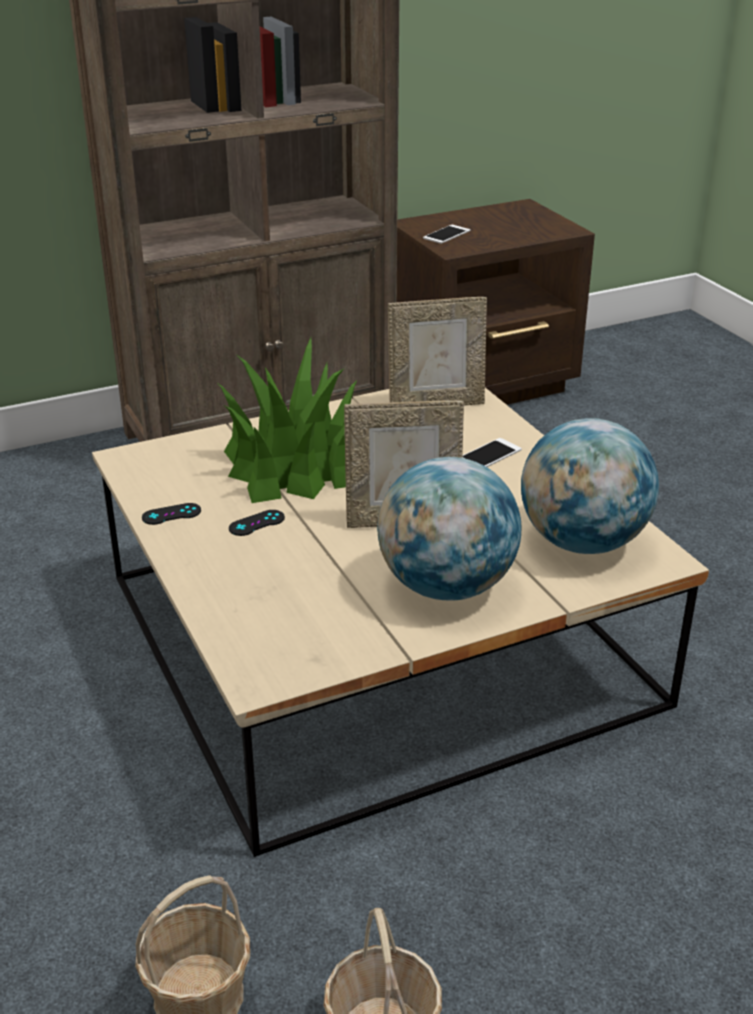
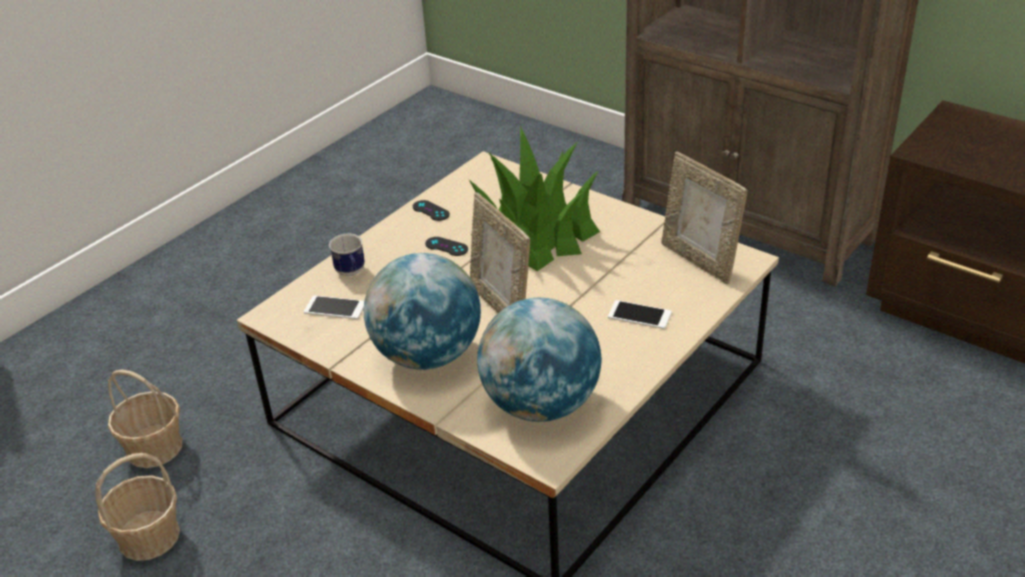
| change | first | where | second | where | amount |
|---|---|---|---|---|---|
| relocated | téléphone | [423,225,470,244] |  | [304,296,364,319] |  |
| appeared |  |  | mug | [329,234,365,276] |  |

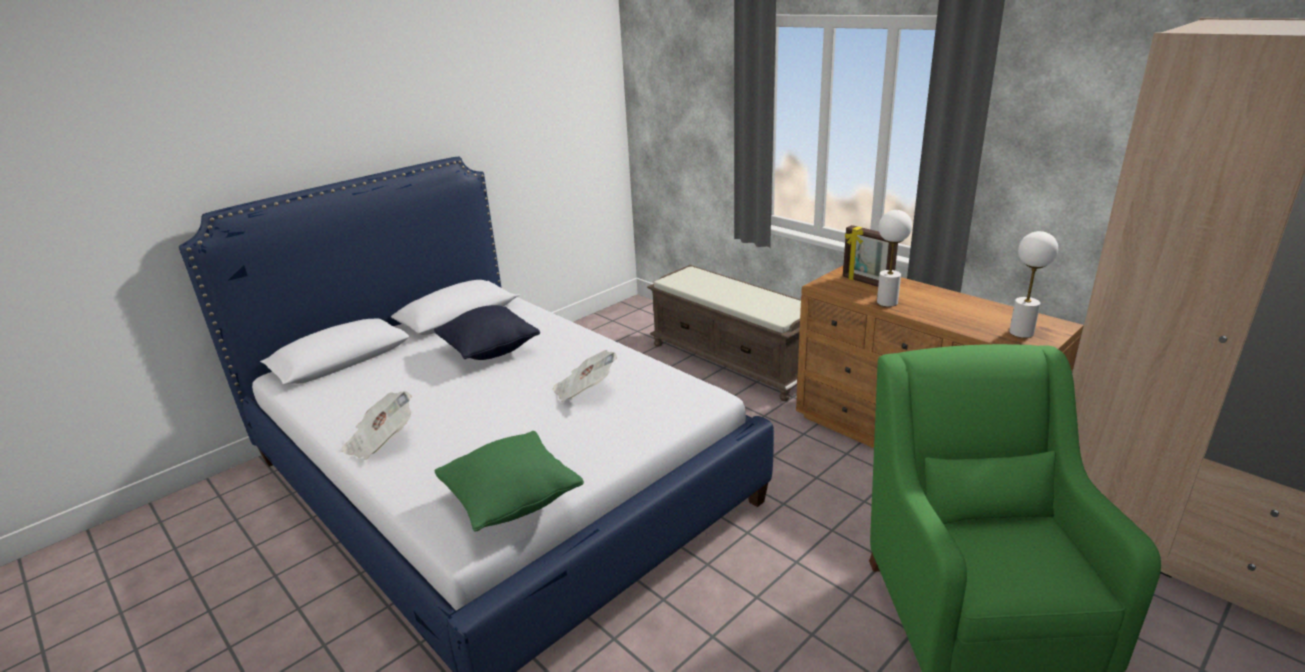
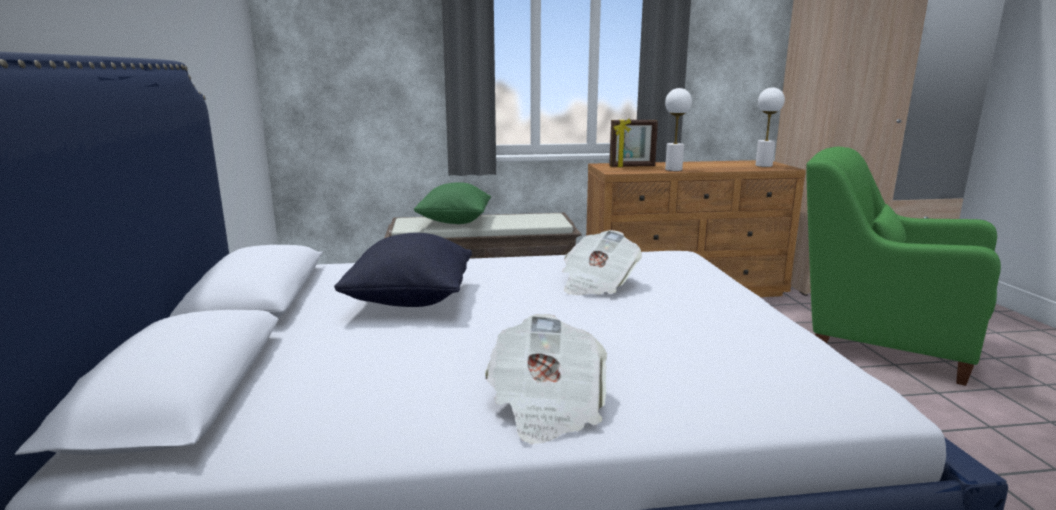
| change | first | where | second | where | amount |
|---|---|---|---|---|---|
| relocated | coussin/vert | [435,431,584,532] |  | [414,182,491,224] |  |

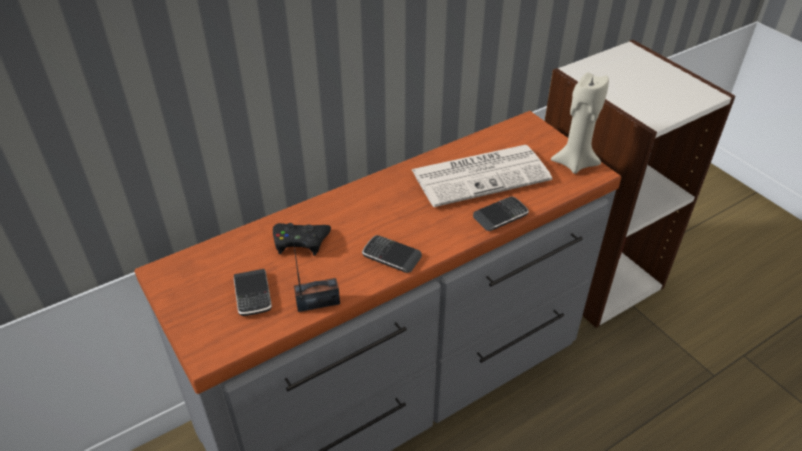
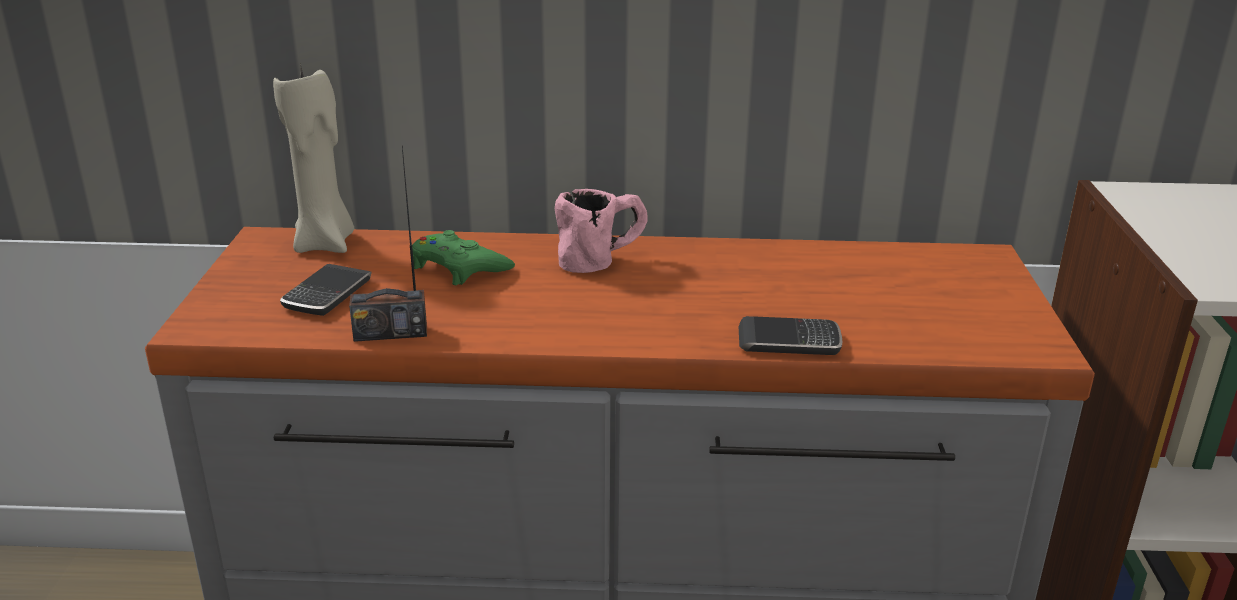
| change | first | where | second | where | amount |
|---|---|---|---|---|---|
| relocated | bougie/beige | [551,73,609,174] |  | [273,63,354,253] |  |
| missing | journal | [412,145,552,207] |  |  |  |
| colour | manette/noir | [273,223,331,256] | manette/vert | [412,230,515,285] |  |
| spun | radio | [291,227,340,312] |  | [349,145,427,342] | 150 degrees clockwise |
| missing | téléphone | [362,235,422,273] |  |  |  |
| appeared |  |  | mug/rose | [555,189,648,273] |  |

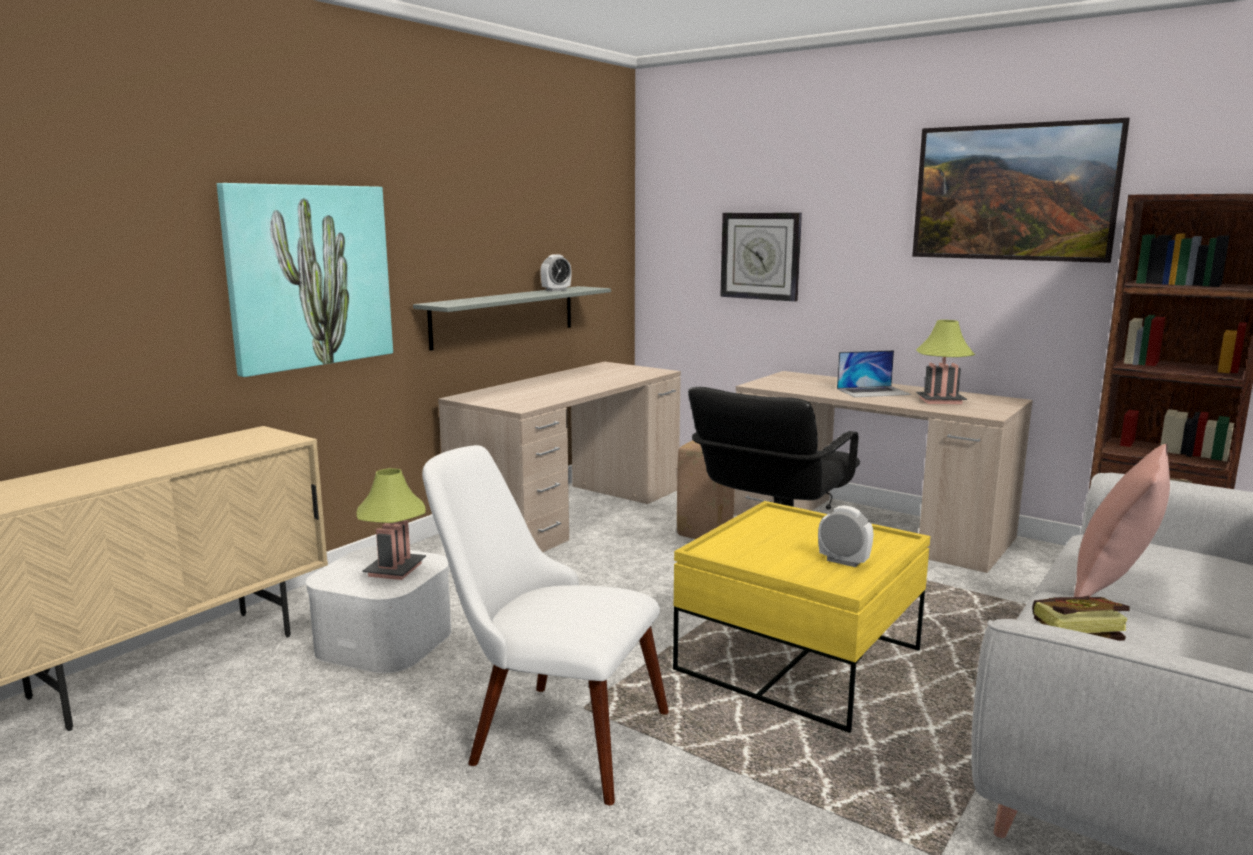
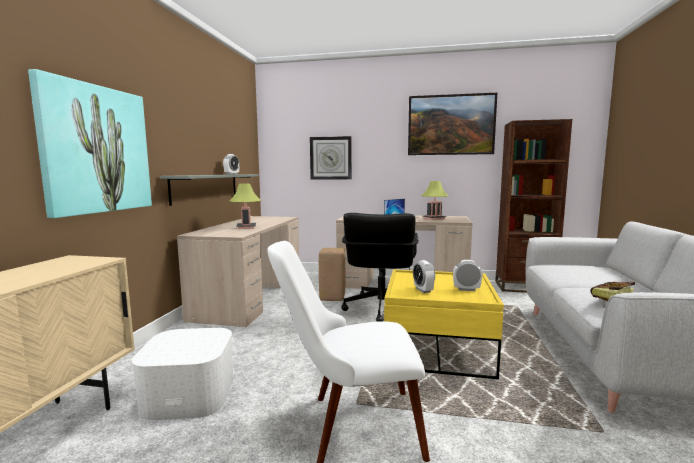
| change | first | where | second | where | amount |
|---|---|---|---|---|---|
| missing | coussin/rose | [1074,444,1170,597] |  |  |  |
| relocated | lampe de table | [357,468,426,580] |  | [230,184,261,229] |  |
| appeared |  |  | réveil | [413,260,435,293] |  |

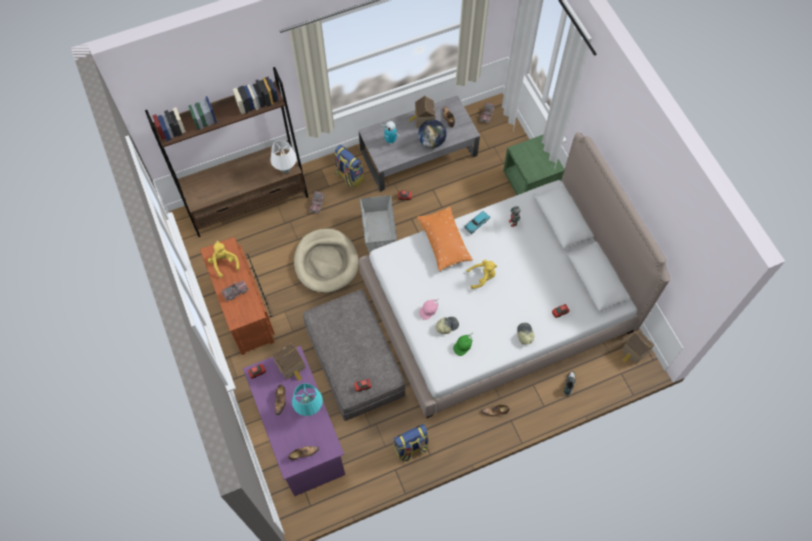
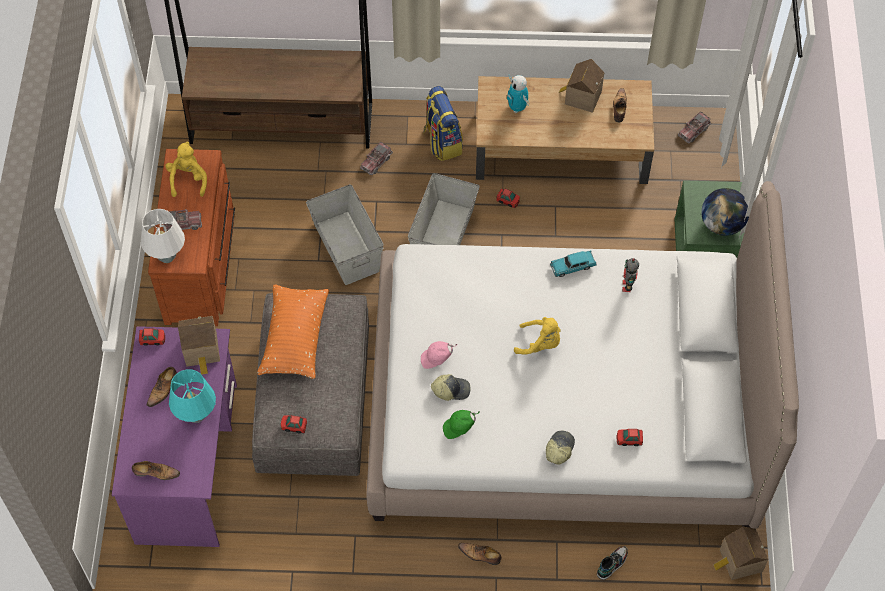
| change | first | where | second | where | amount |
|---|---|---|---|---|---|
| colour | table basse/gris | [358,95,480,192] | table basse/marron | [476,76,654,184] |  |
| relocated | globe | [418,120,446,148] |  | [701,188,749,236] |  |
| relocated | lampe de table/blanc | [270,140,297,173] |  | [141,209,185,263] |  |
| relocated | coussin/orange | [417,207,473,272] |  | [257,284,329,379] |  |
| exchanged | panier pour chien/beige | [294,229,359,293] | boîte de rangement/gris | [306,184,384,285] |  |
| missing | sac à dos | [393,424,429,462] |  |  |  |

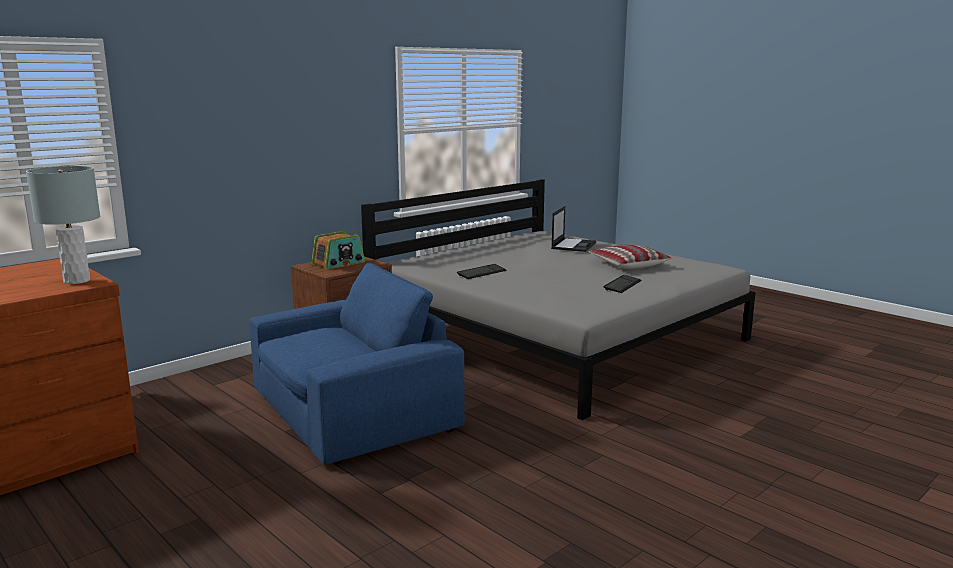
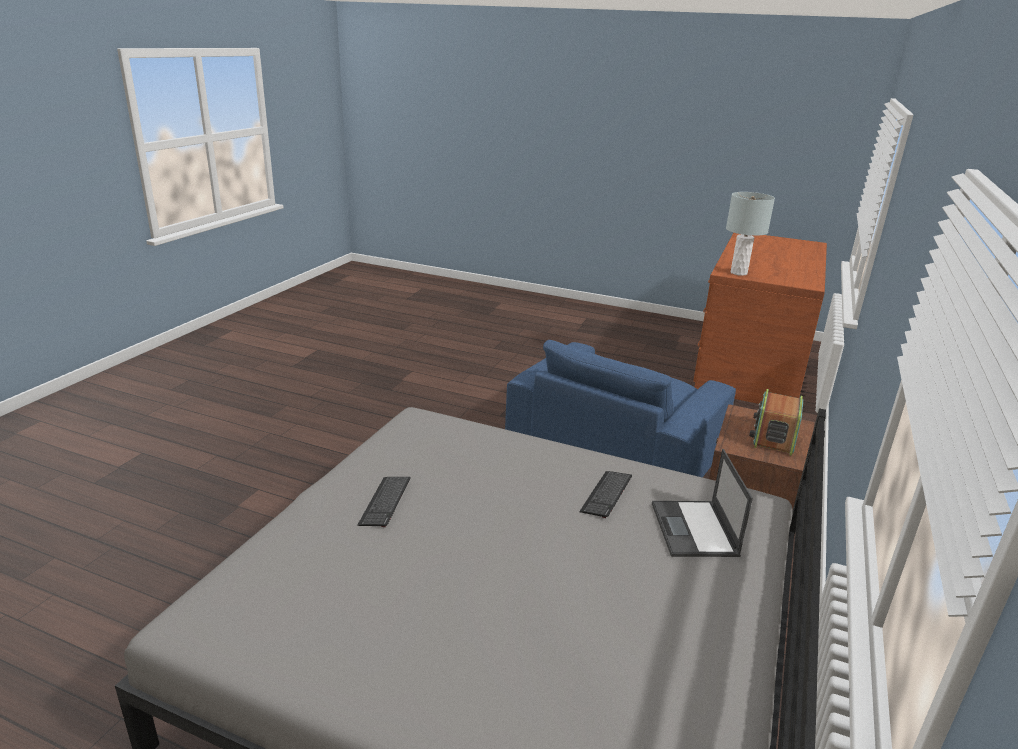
| change | first | where | second | where | amount |
|---|---|---|---|---|---|
| relocated | ordinateur portable | [551,206,596,252] |  | [652,449,753,557] |  |
| missing | coussin | [588,245,671,269] |  |  |  |

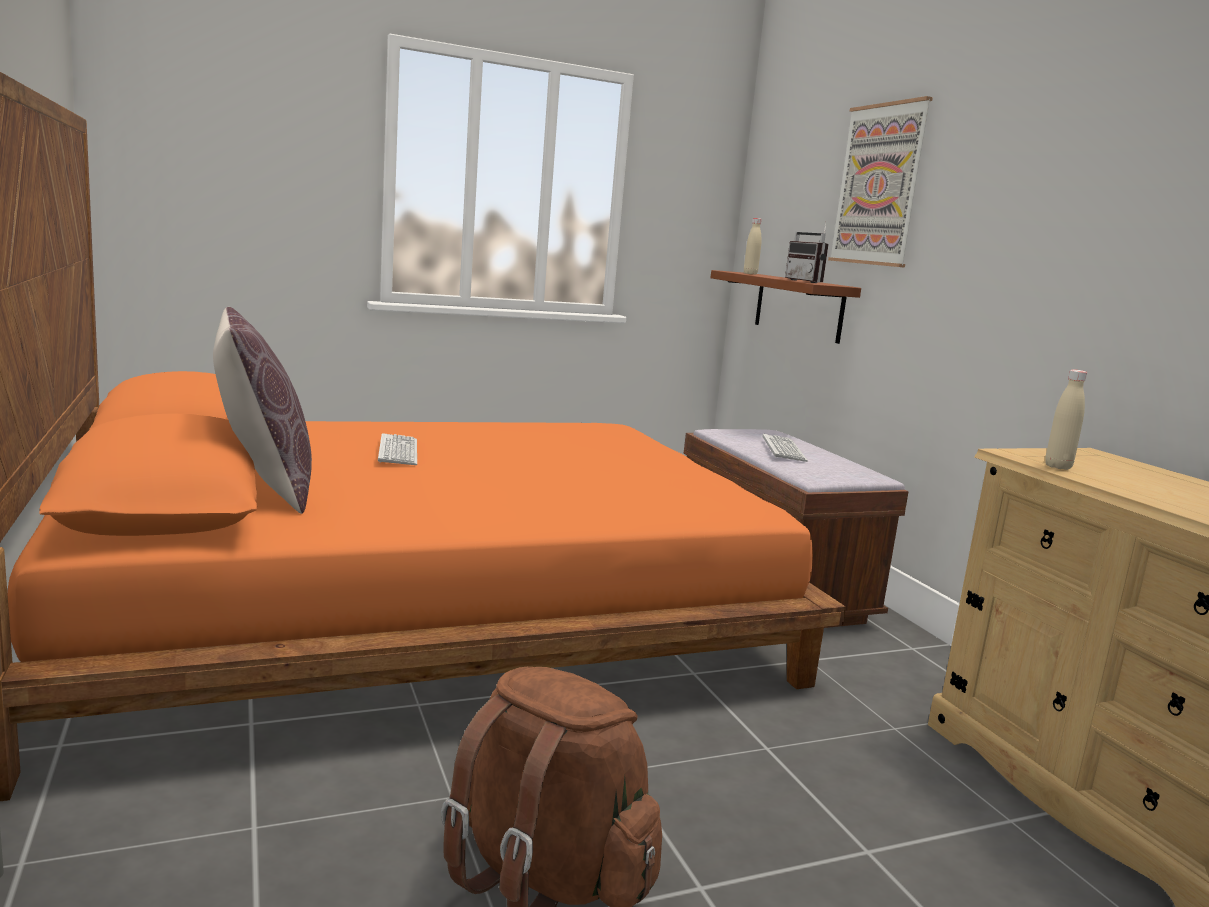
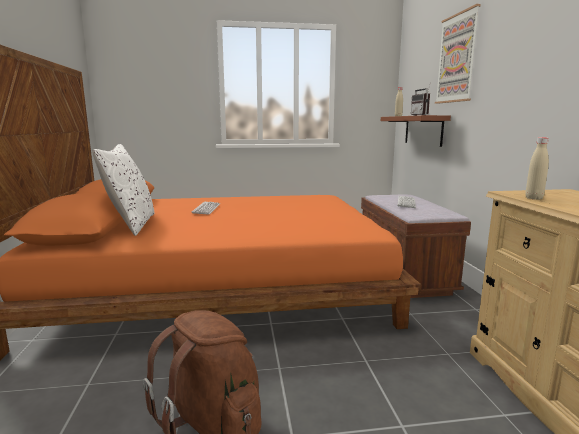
| change | first | where | second | where | amount |
|---|---|---|---|---|---|
| colour | coussin/marron | [213,307,312,514] | coussin/blanc | [92,144,154,236] |  |

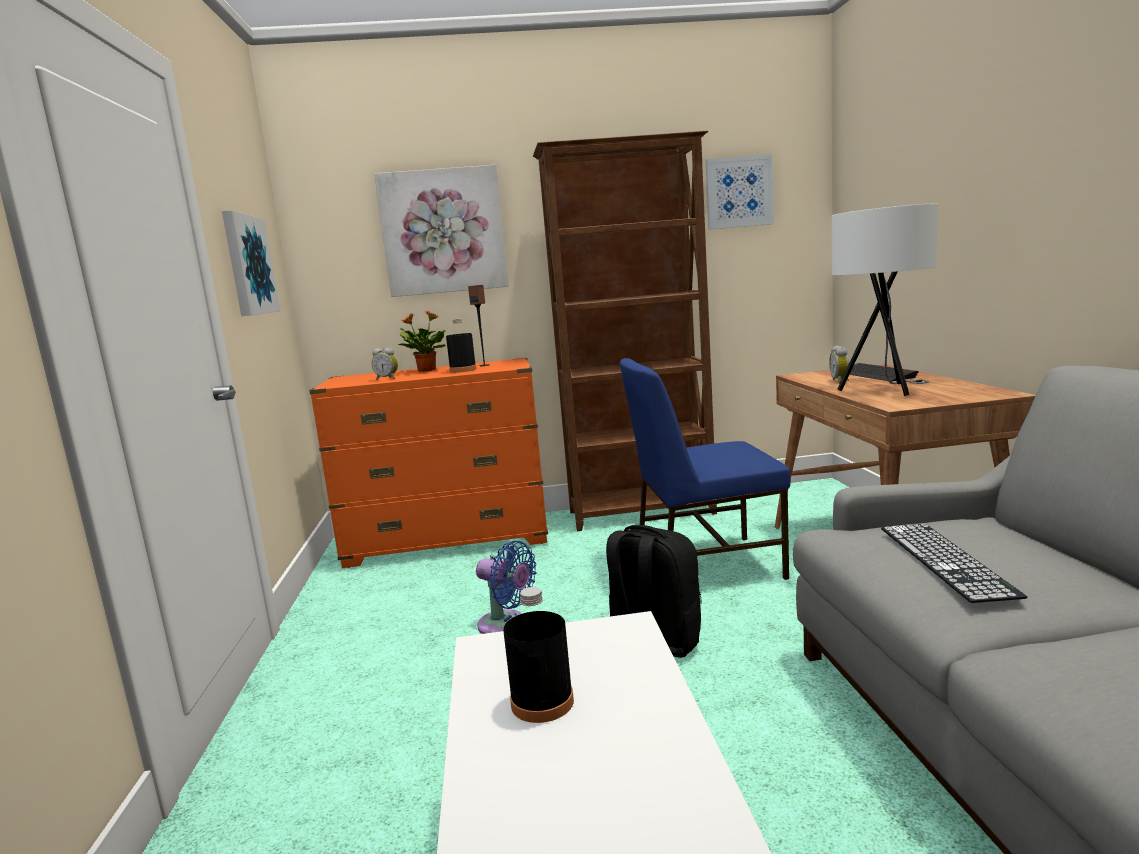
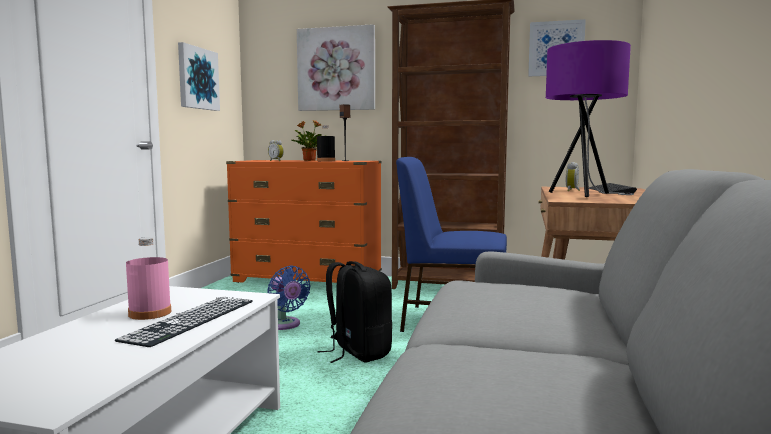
| change | first | where | second | where | amount |
|---|---|---|---|---|---|
| colour | lampe de table/blanc | [832,204,938,396] | lampe de table/violet | [546,40,634,197] |  |
| relocated | clavier | [881,524,1027,603] |  | [115,297,253,347] |  |
| colour | bouteille/noir | [503,587,574,723] | bouteille/rose | [126,237,171,320] |  |

